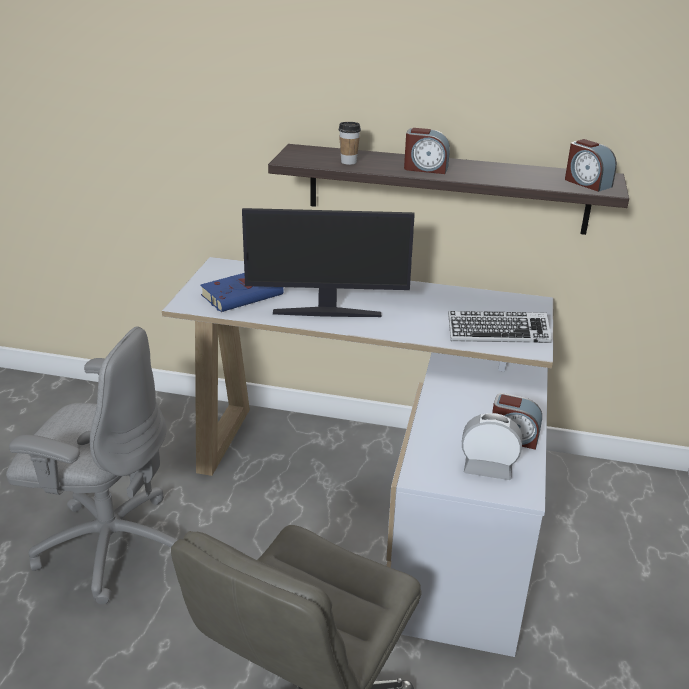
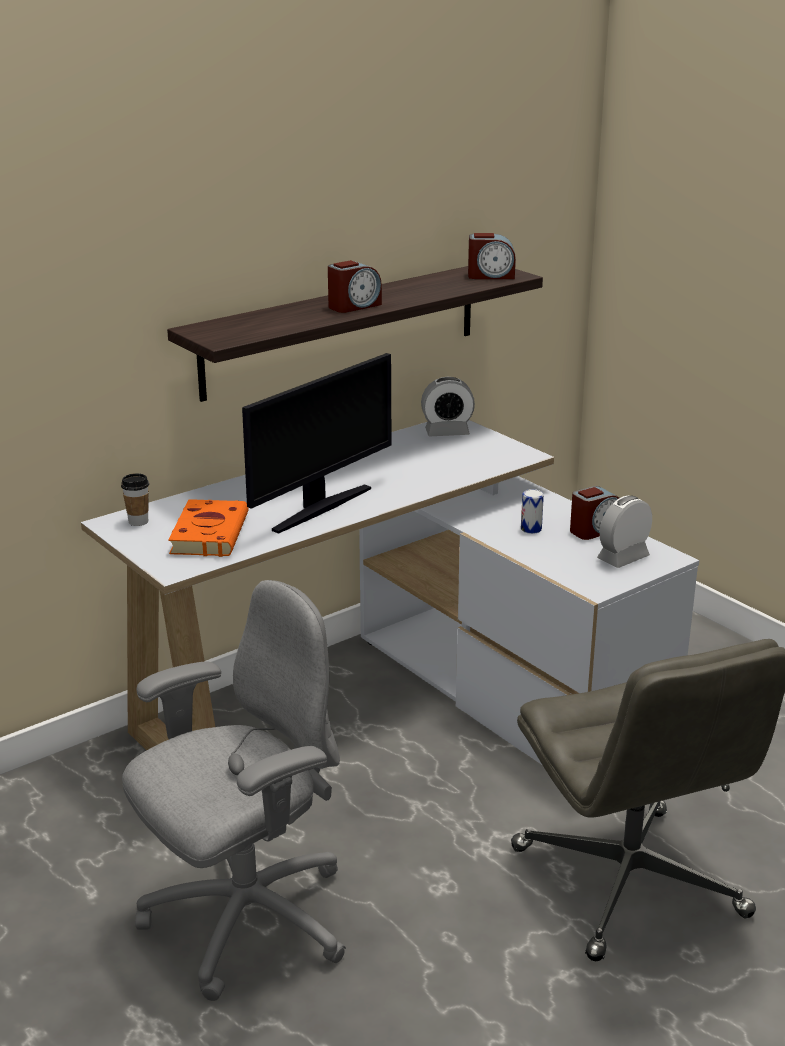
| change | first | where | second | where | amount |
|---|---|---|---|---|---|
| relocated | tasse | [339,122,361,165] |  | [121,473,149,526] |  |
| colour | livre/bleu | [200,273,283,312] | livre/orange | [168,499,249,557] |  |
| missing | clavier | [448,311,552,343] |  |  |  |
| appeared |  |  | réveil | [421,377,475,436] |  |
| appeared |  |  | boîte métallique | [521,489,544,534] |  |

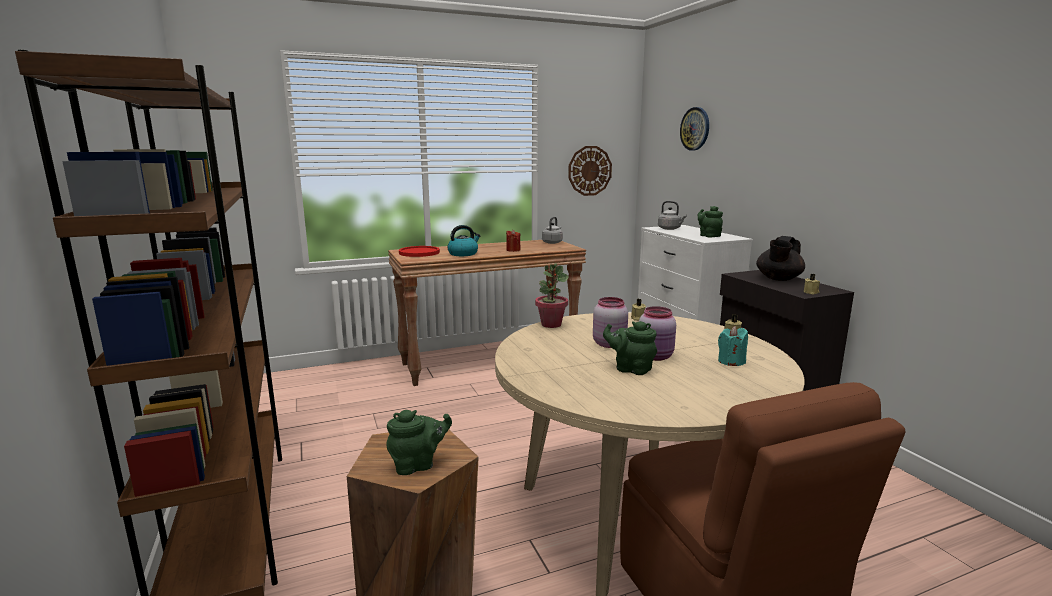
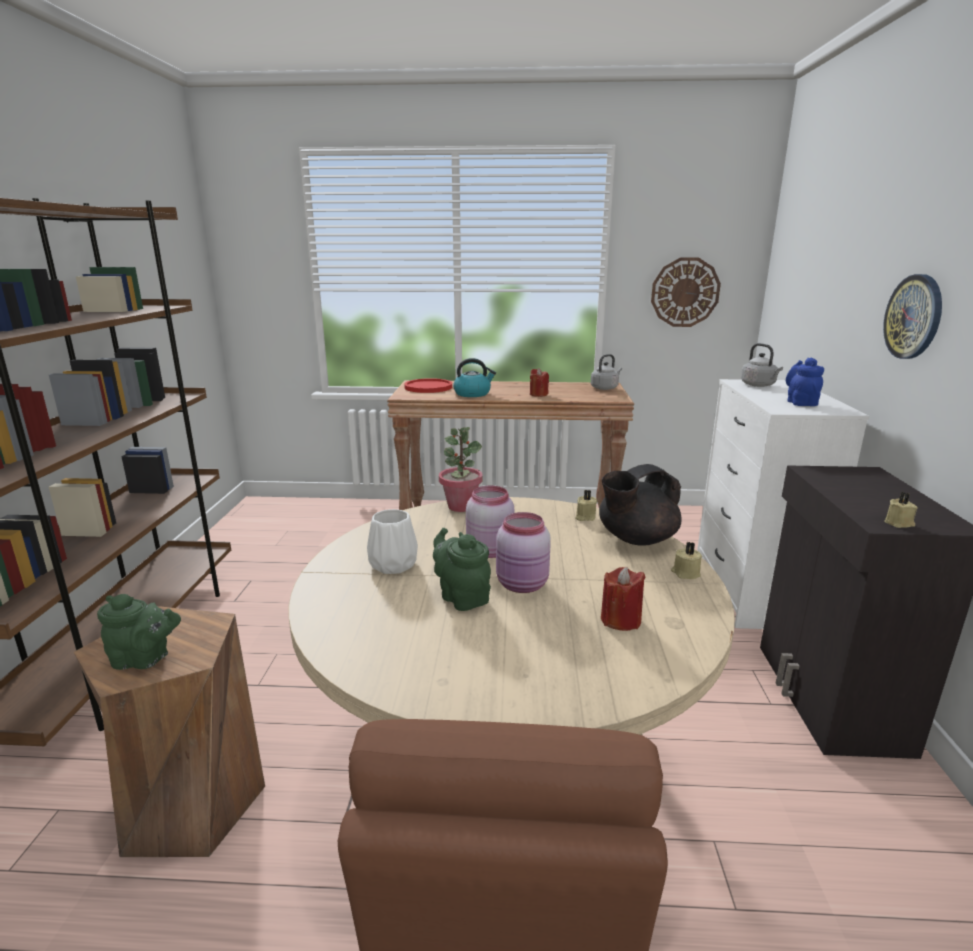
| change | first | where | second | where | amount |
|---|---|---|---|---|---|
| relocated | horloge murale | [680,107,709,150] |  | [883,274,942,359] |  |
| colour | théière/vert | [698,206,723,237] | théière/bleu | [786,358,824,406] |  |
| relocated | théière/noir | [756,236,805,281] |  | [599,464,682,546] |  |
| colour | bougie/turquoise | [718,326,748,366] | bougie/rouge | [601,567,646,631] |  |
| appeared |  |  | vase/blanc | [367,509,418,574] |  |

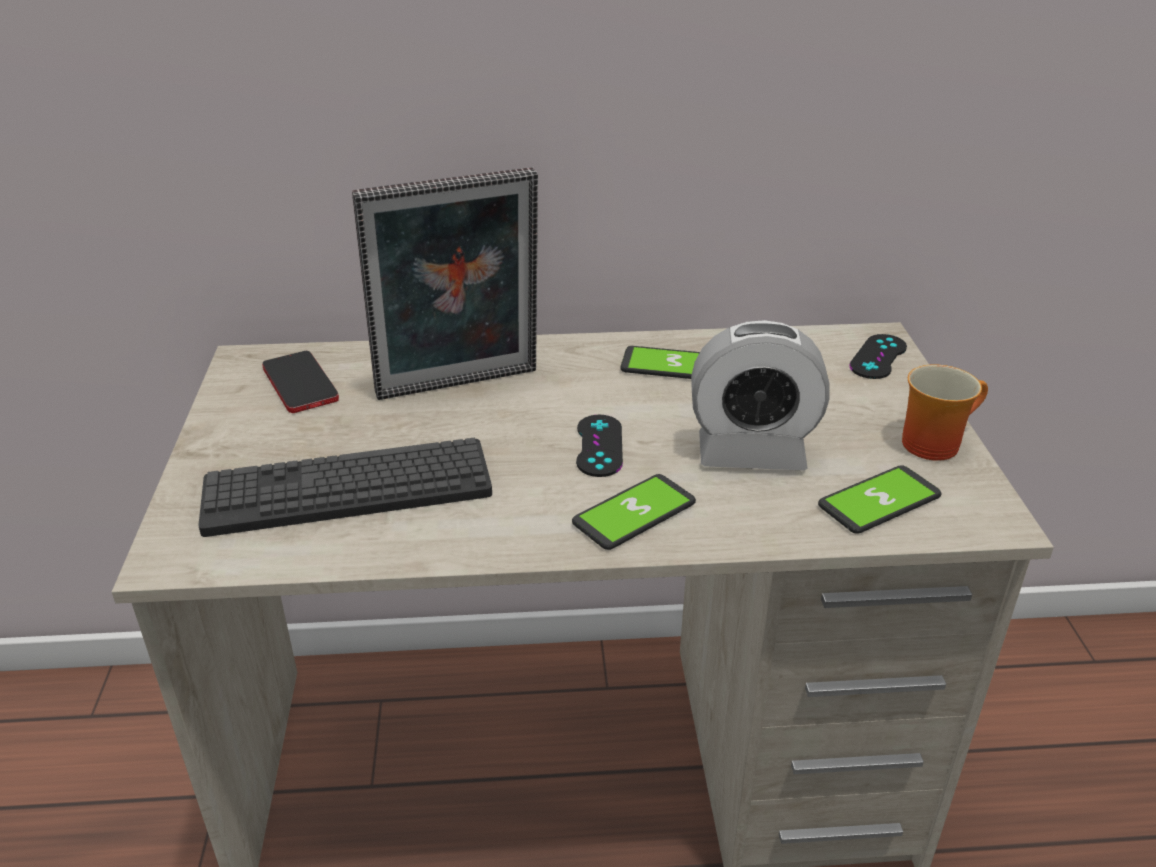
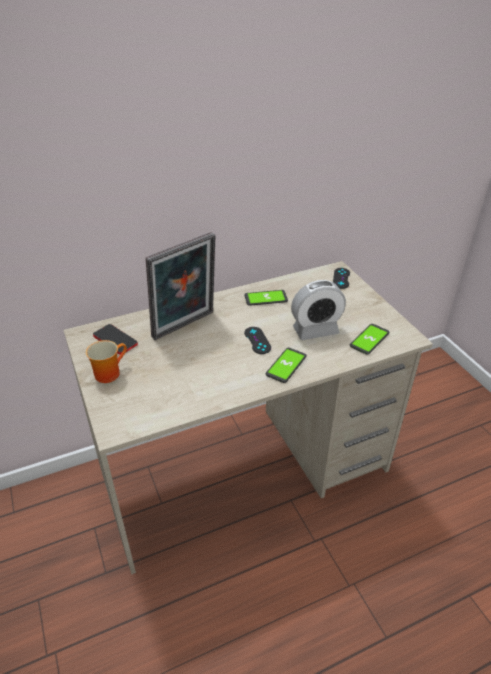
| change | first | where | second | where | amount |
|---|---|---|---|---|---|
| relocated | mug | [902,364,988,461] |  | [86,340,127,383] |  |
| missing | clavier | [198,438,492,537] |  |  |  |

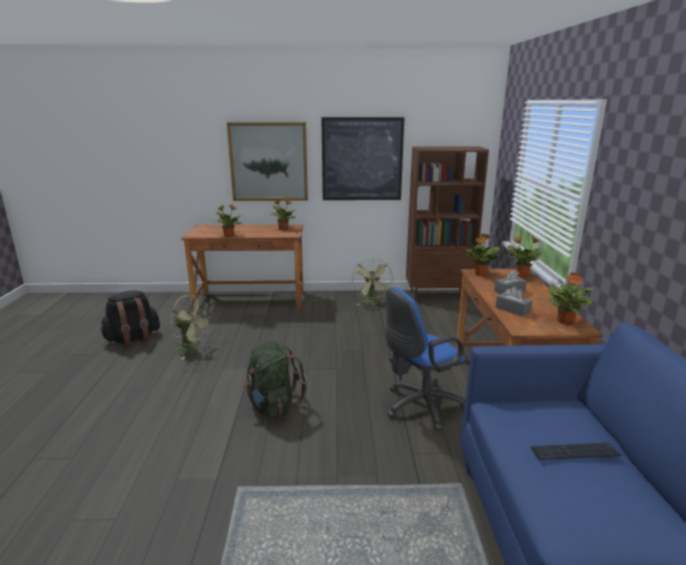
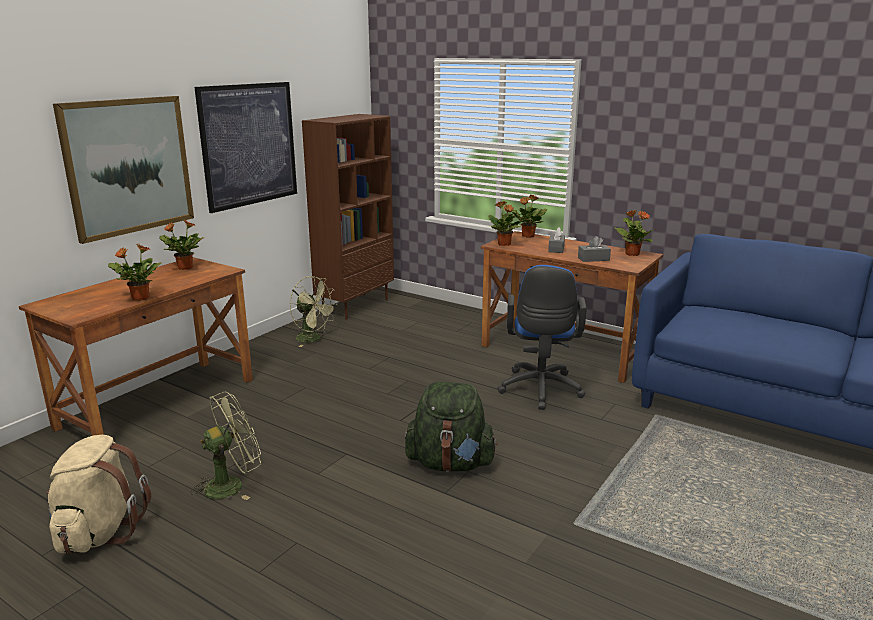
| change | first | where | second | where | amount |
|---|---|---|---|---|---|
| colour | sac à dos/noir | [100,291,160,347] | sac à dos/beige | [47,435,151,554] |  |
| missing | clavier | [531,442,621,460] |  |  |  |

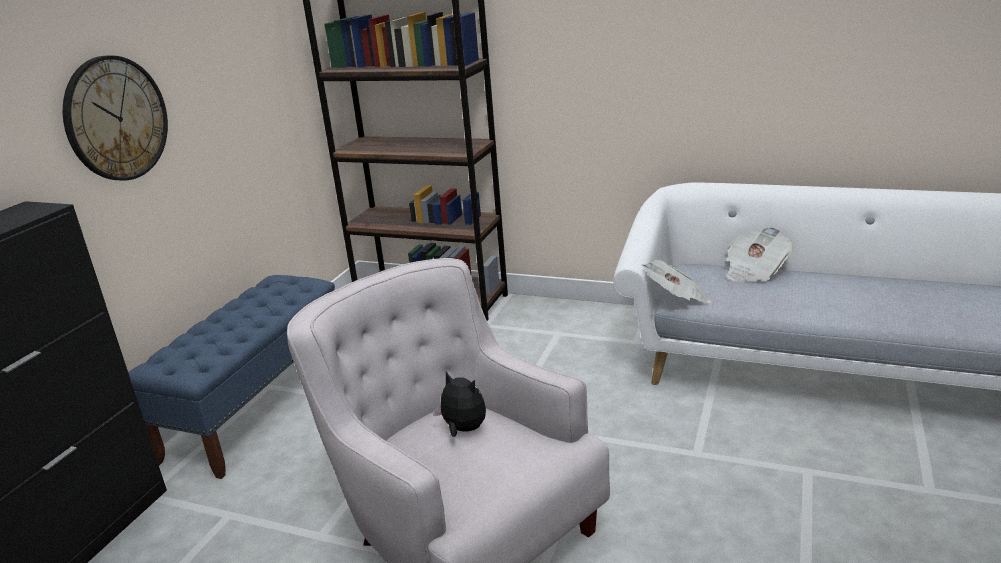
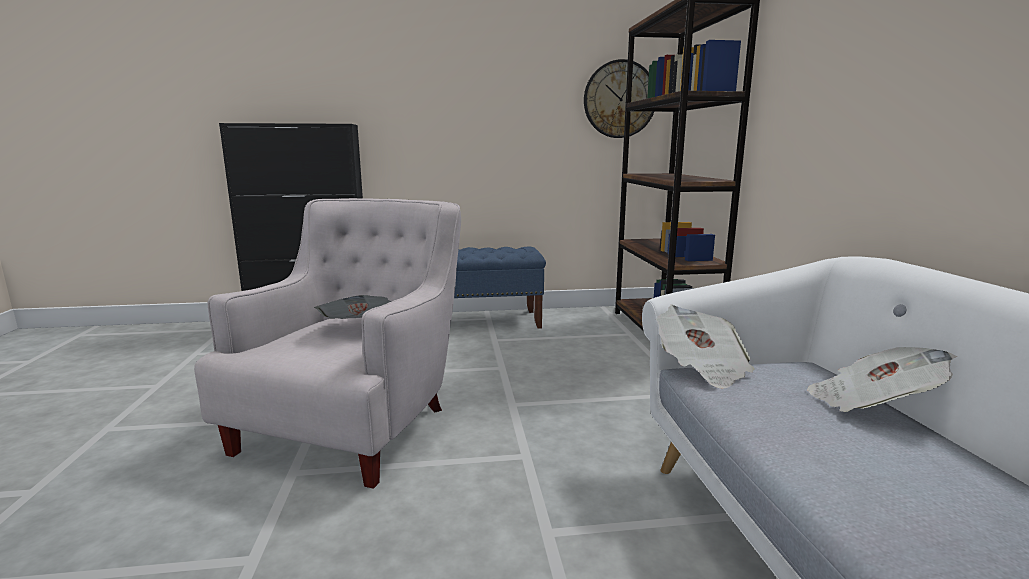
| change | first | where | second | where | amount |
|---|---|---|---|---|---|
| relocated | horloge murale | [63,56,168,180] |  | [584,59,654,138] |  |
| exchanged | peluche | [432,371,486,437] | journal | [314,295,391,319] |  |

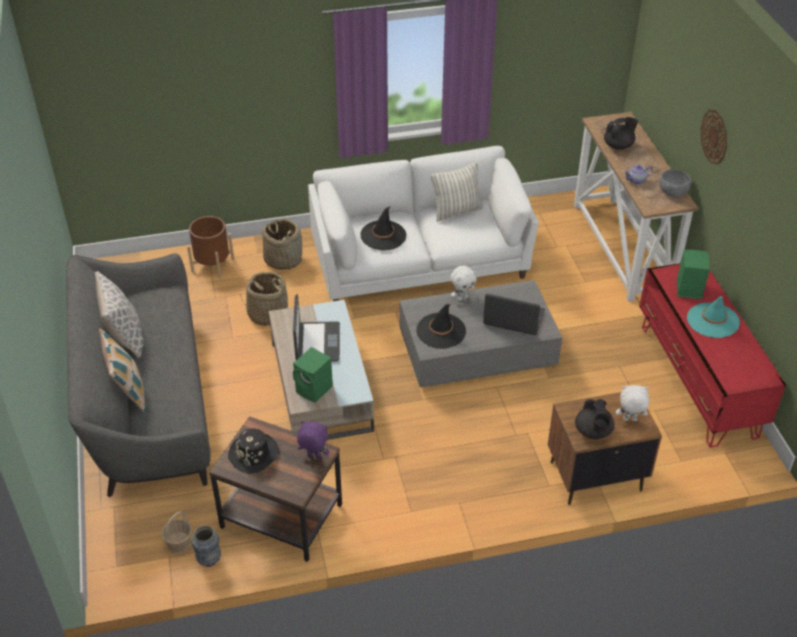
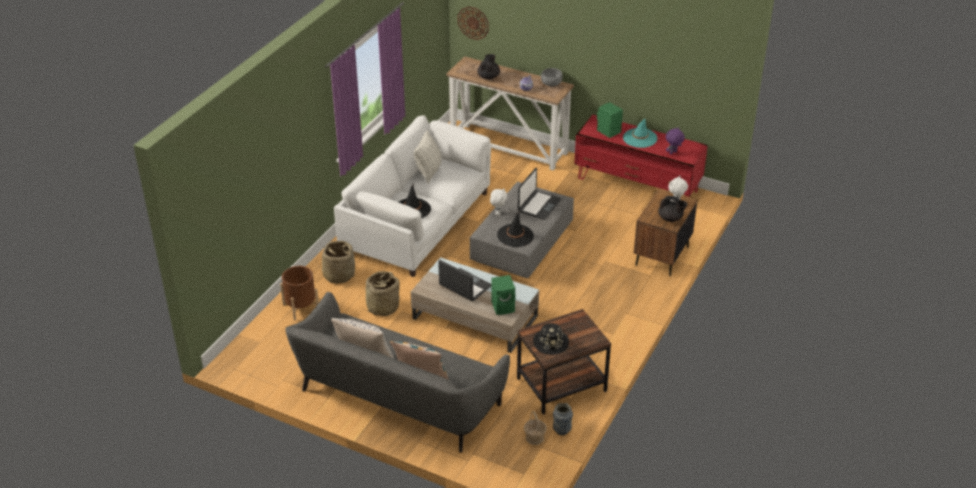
| change | first | where | second | where | amount |
|---|---|---|---|---|---|
| relocated | horloge murale | [701,110,727,165] |  | [458,6,489,40] |  |
| spun | ordinateur portable | [483,294,545,335] |  | [518,168,561,220] | 150 degrees clockwise |
| relocated | peluche/violet | [297,421,330,459] |  | [666,127,685,154] |  |

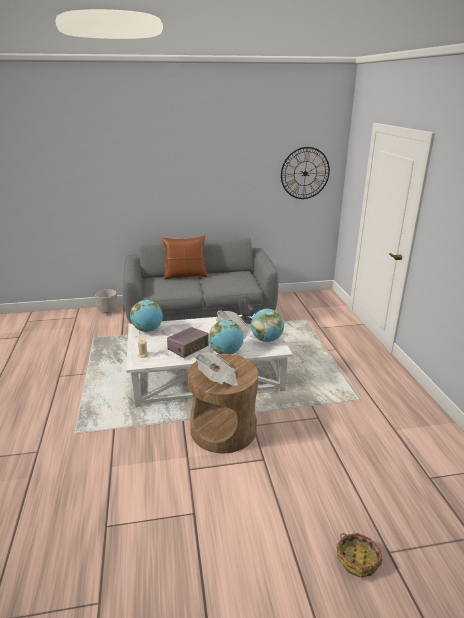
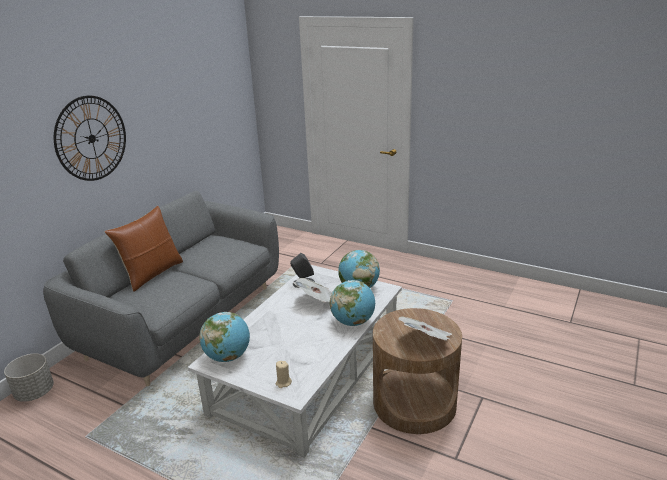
| change | first | where | second | where | amount |
|---|---|---|---|---|---|
| relocated | horloge murale | [281,147,330,199] |  | [54,96,126,181] |  |
| missing | radio | [167,327,209,358] |  |  |  |
| missing | panier | [337,533,382,578] |  |  |  |

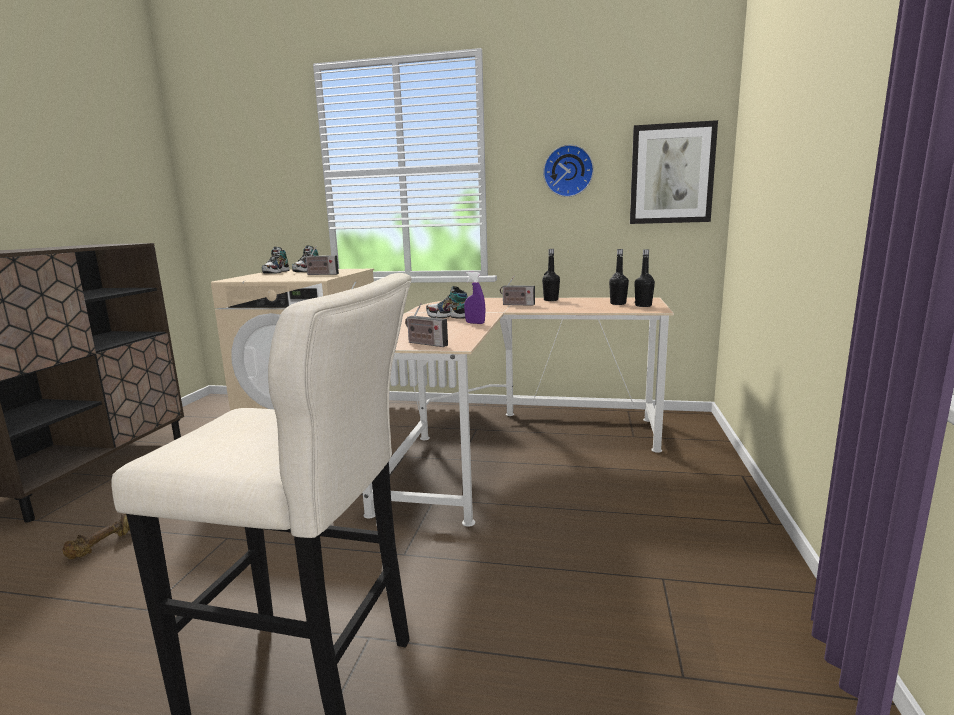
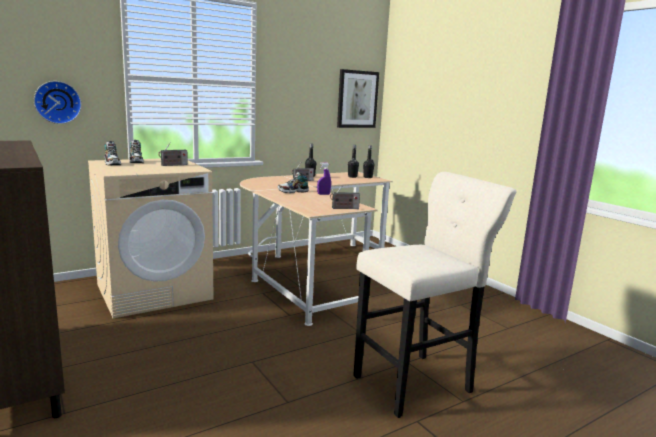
| change | first | where | second | where | amount |
|---|---|---|---|---|---|
| relocated | horloge murale | [543,144,594,197] |  | [34,81,82,124] |  |
| missing | haltère/marron | [63,514,130,559] |  |  |  |

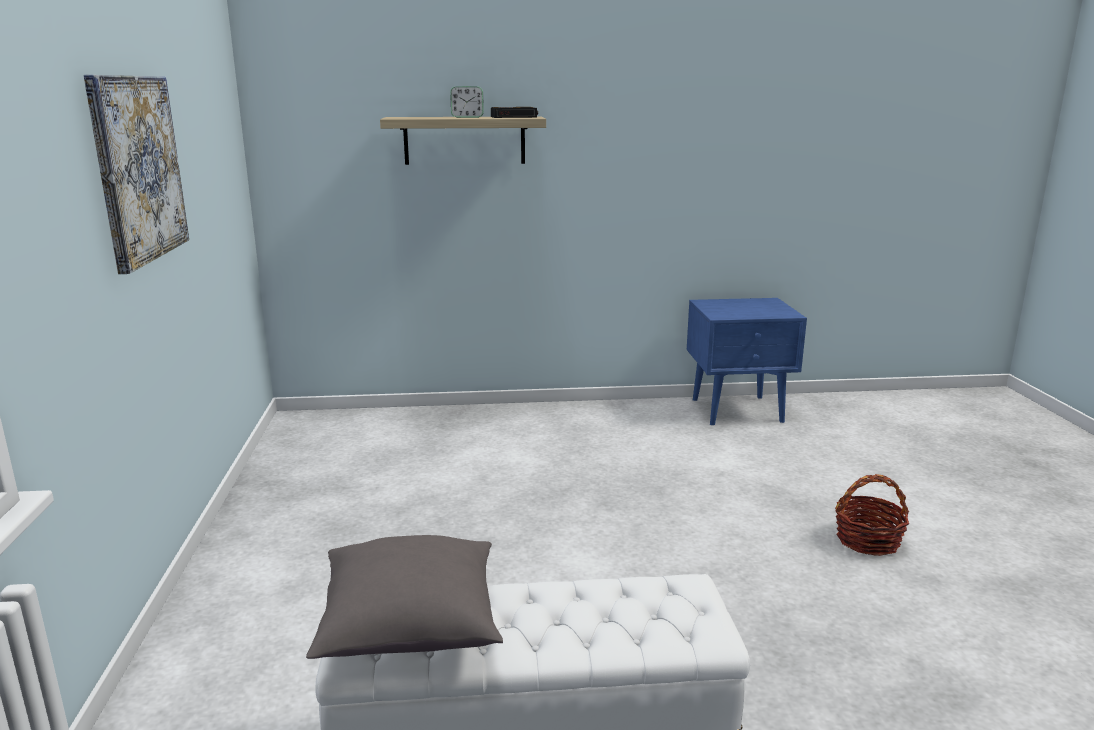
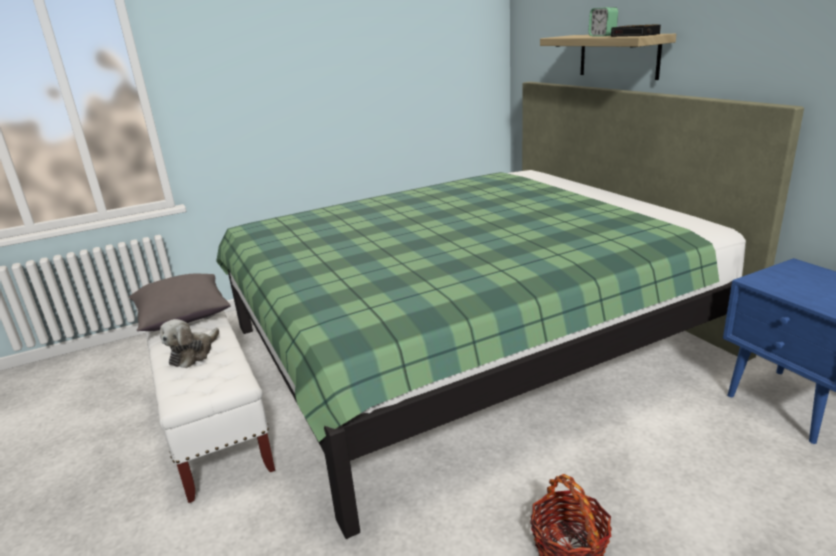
| change | first | where | second | where | amount |
|---|---|---|---|---|---|
| missing | tableau | [83,75,189,274] |  |  |  |
| appeared |  |  | lit/vert | [216,82,804,539] |  |
| appeared |  |  | peluche | [160,319,219,368] |  |

